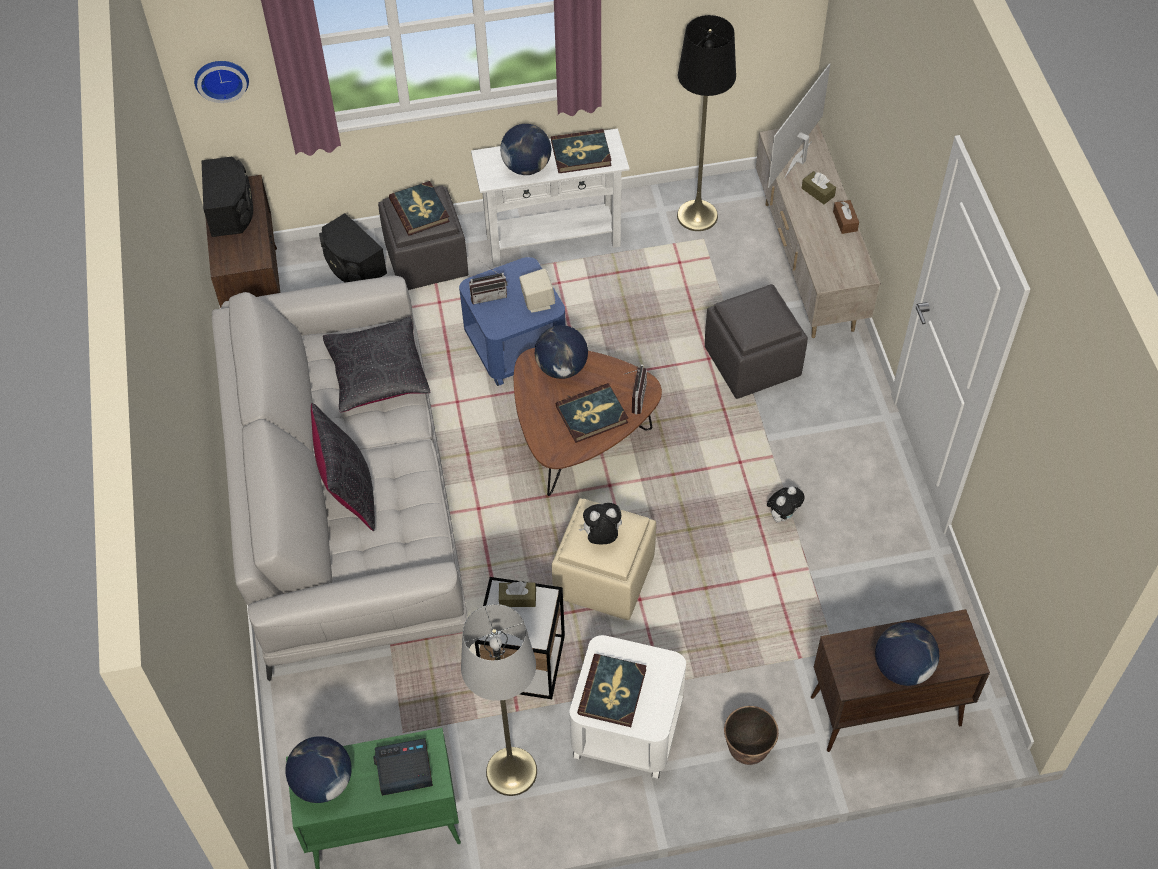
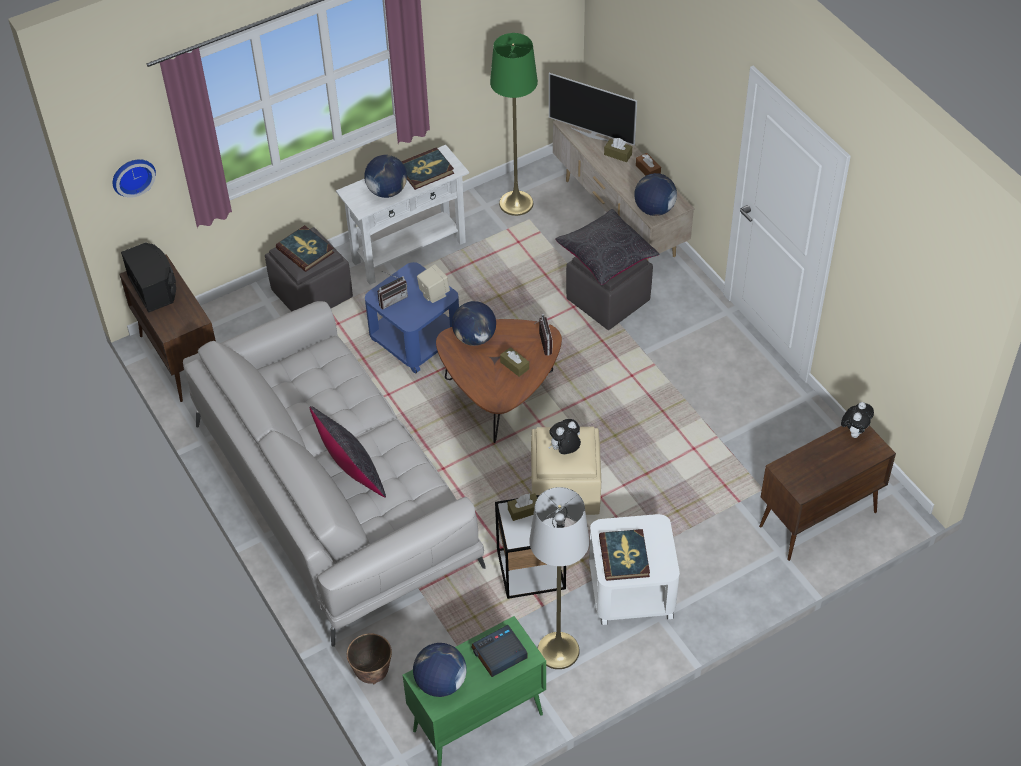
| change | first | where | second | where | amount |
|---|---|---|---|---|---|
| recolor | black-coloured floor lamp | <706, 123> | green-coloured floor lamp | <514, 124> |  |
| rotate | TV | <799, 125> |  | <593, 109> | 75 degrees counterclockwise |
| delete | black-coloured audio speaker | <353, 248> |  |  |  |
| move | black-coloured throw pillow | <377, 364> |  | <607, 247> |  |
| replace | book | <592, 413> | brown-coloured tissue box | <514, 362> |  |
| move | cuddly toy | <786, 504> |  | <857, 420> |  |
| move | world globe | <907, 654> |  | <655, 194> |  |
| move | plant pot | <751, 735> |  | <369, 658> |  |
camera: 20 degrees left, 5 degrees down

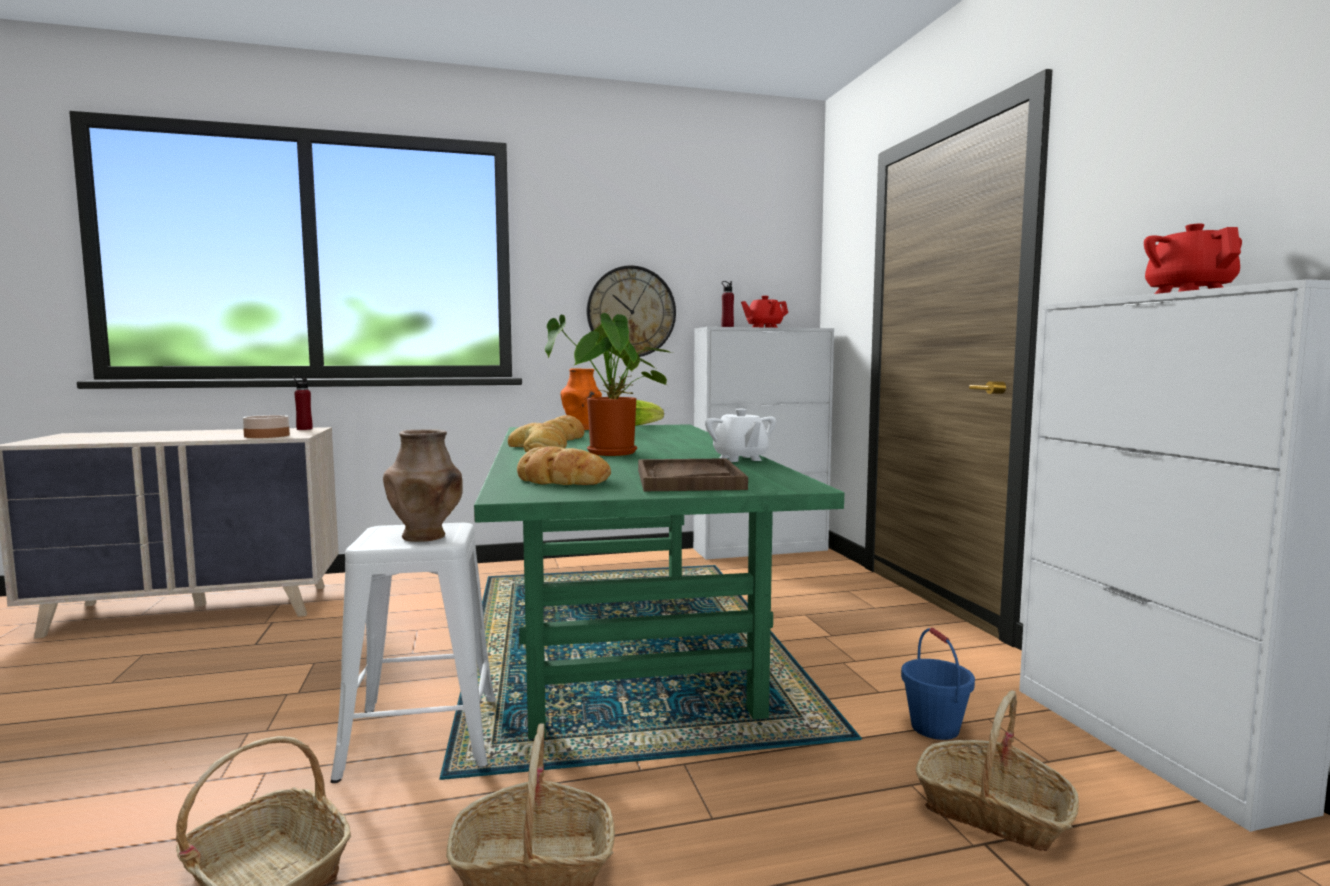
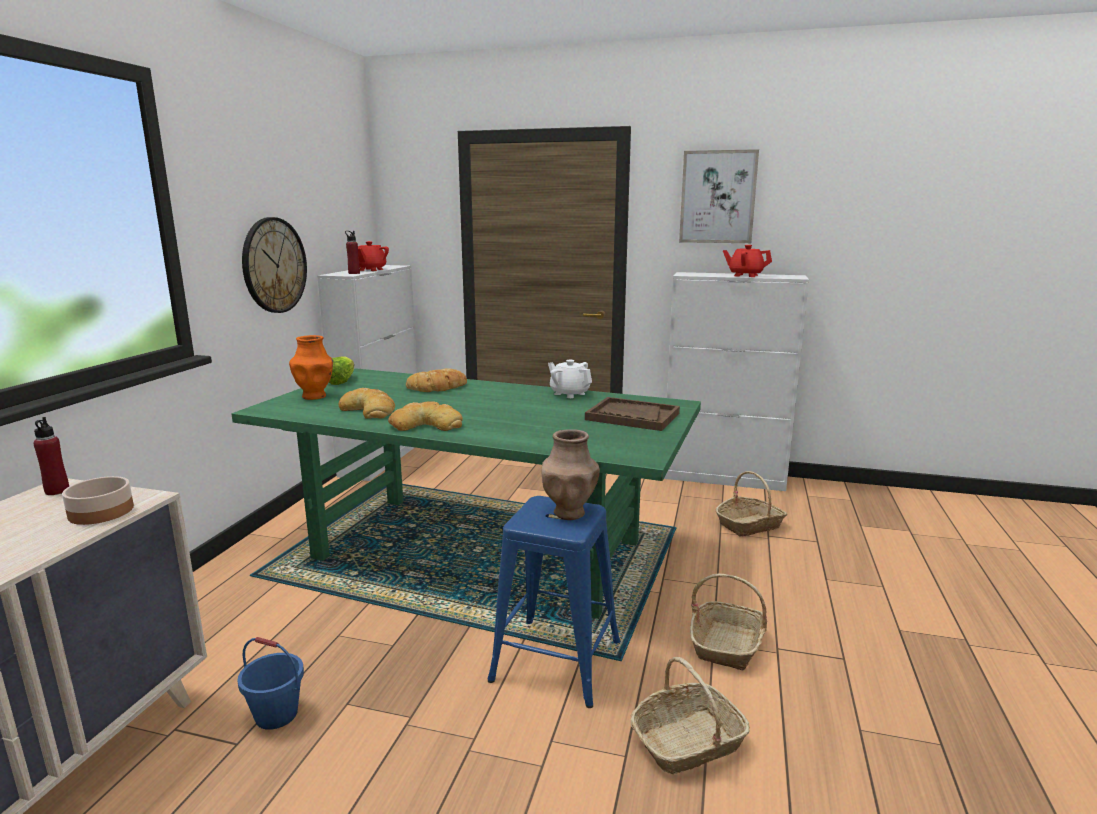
| change | first | where | second | where | amount |
|---|---|---|---|---|---|
| delete | plant in a pot | <608, 384> |  |  |  |
| rotate | white teapot | <740, 435> |  | <570, 379> | 150 degrees counterclockwise |
| move | baked bread | <564, 465> |  | <436, 380> |  |
| recolor | white sitting stool | <413, 653> | blue sitting stool | <554, 602> |  |
| move | blue water bucket | <938, 684> |  | <270, 683> |  |
| insert |  |  | wall art | <719, 196> |  |
camera: 60 degrees left, 10 degrees up

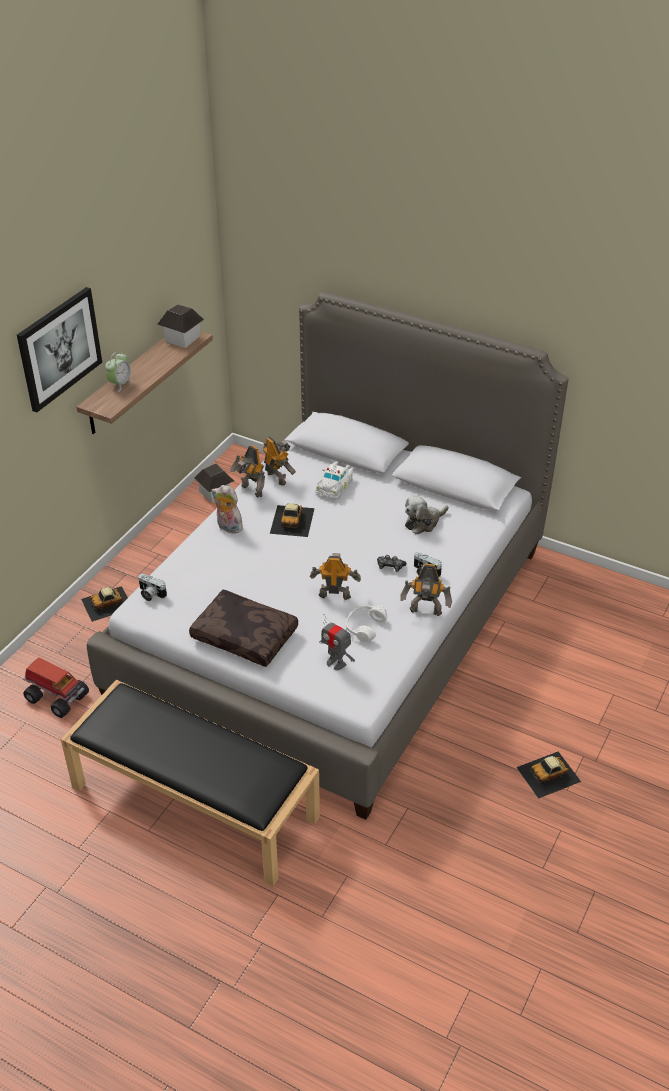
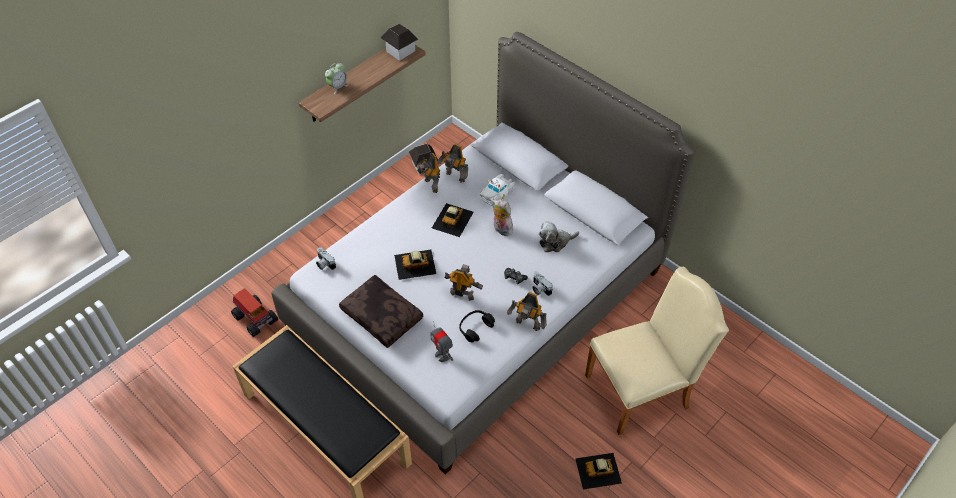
| change | first | where | second | where | amount |
|---|---|---|---|---|---|
| delete | wall art | <59, 350> |  |  |  |
| rotate | robot figure | <279, 461> |  | <452, 163> | 150 degrees clockwise |
| move | cuddly toy | <227, 509> |  | <502, 218> |  |
| move | miniature car | <104, 604> |  | <415, 265> |  |
| recolor | white headset | <366, 623> | black-coloured headset | <477, 326> |  |
| insert |  |  | sand-coloured chair | <657, 351> |  |
camera: 15 degrees right, 10 degrees up

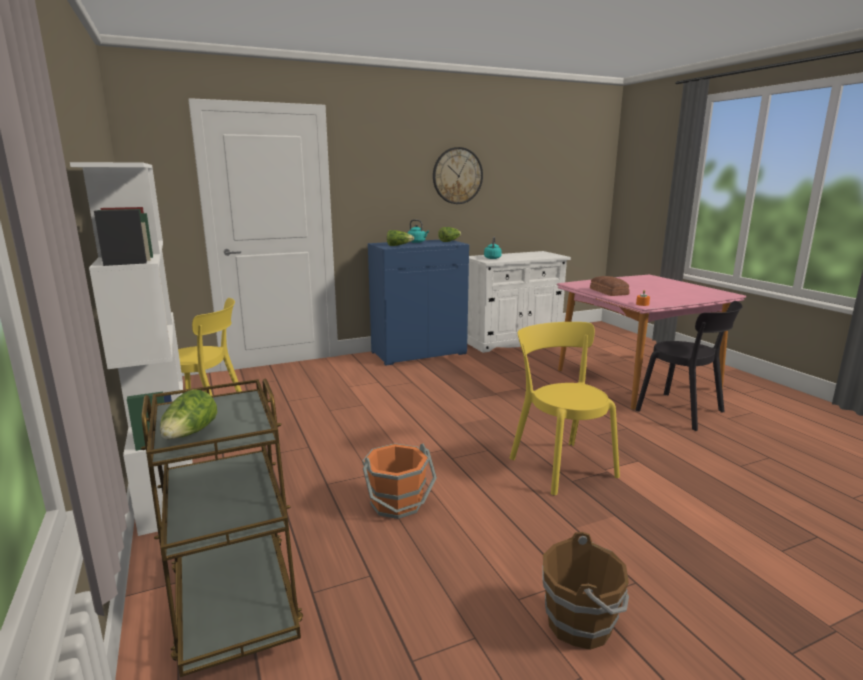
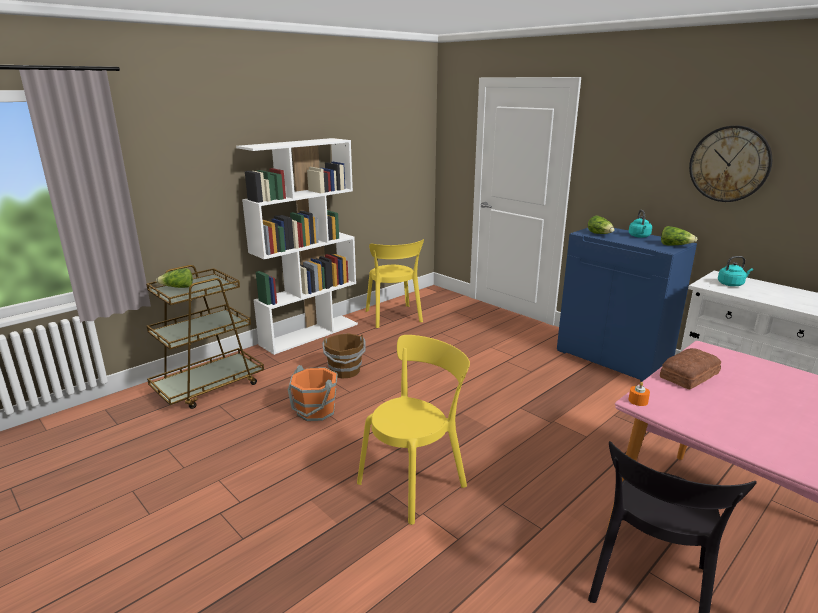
| change | first | where | second | where | amount |
|---|---|---|---|---|---|
| move | brown-coloured water bucket | <585, 591> |  | <344, 356> |  |
camera: 70 degrees right, 5 degrees up

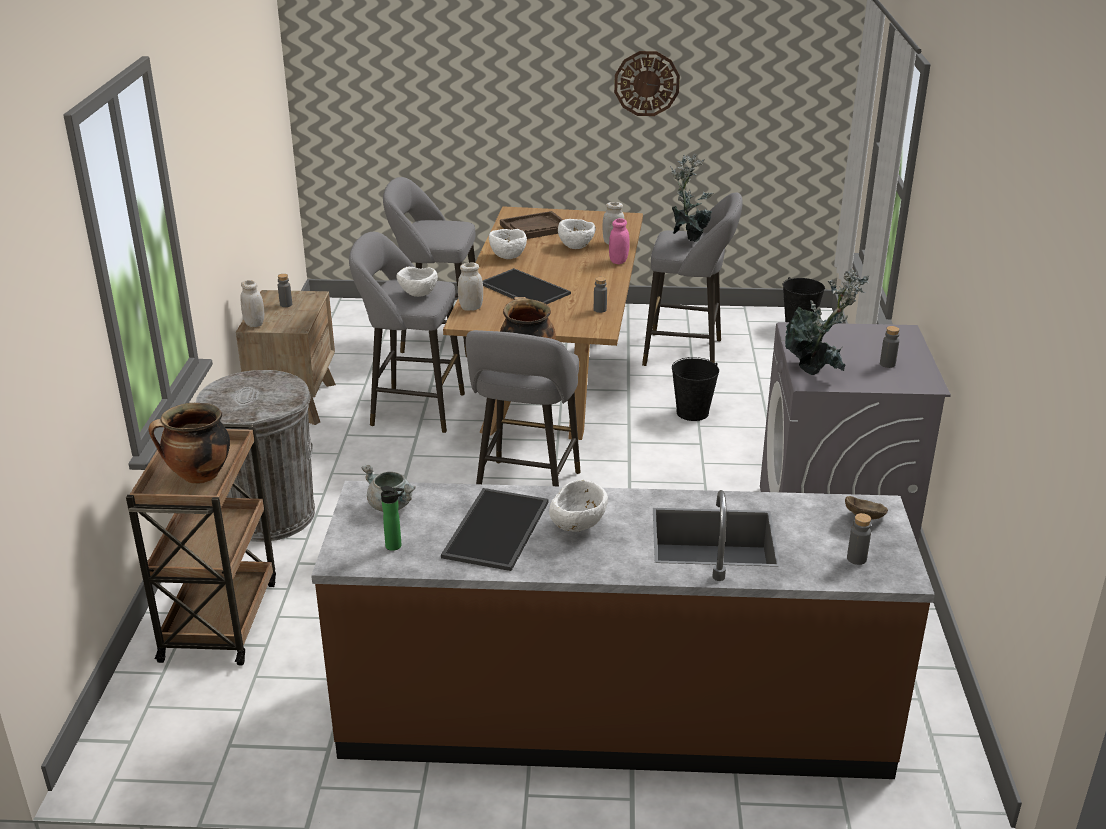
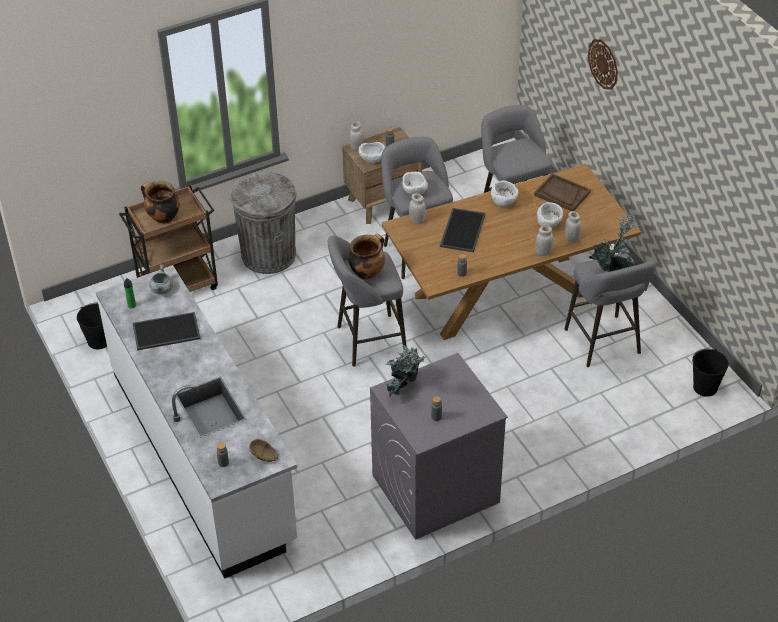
| change | first | where | second | where | amount |
|---|---|---|---|---|---|
| move | wall clock | <647, 83> |  | <603, 64> |  |
| recolor | pink-coloured storage jar | <619, 241> | white storage jar | <544, 241> |  |
| move | black-coloured water bucket | <695, 389> |  | <92, 326> |  |
| move | white serving bowl | <578, 506> |  | <372, 152> |  |
| recolor | brown-coloured kitchen base unit | <623, 630> | white kitchen base unit | <196, 422> |  |
camera: 60 degrees right, 15 degrees up

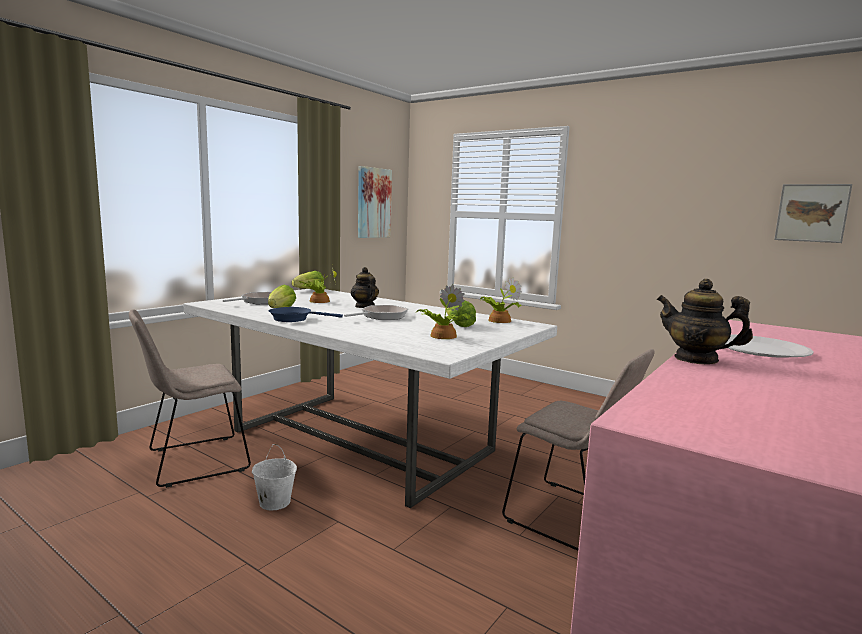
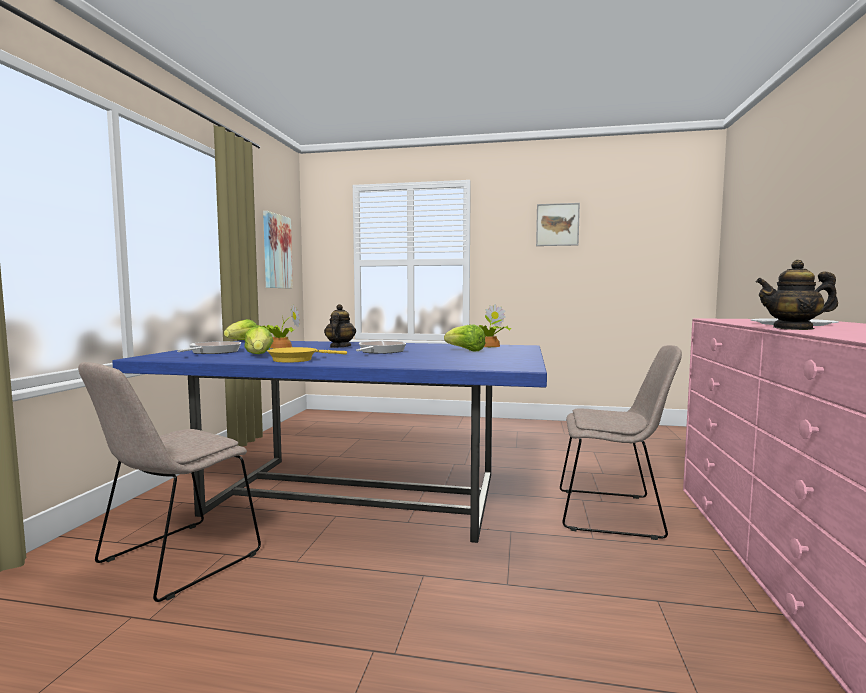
| change | first | where | second | where | amount |
|---|---|---|---|---|---|
| move | wall art | <813, 213> |  | <558, 224> |  |
| rotate | teapot | <365, 287> |  | <340, 326> | 60 degrees clockwise |
| delete | plant in a pot | <443, 311> |  |  |  |
| recolor | white kitchen table | <370, 398> | blue kitchen table | <329, 441> |  |
| recolor | blue frying pan | <306, 314> | yellow frying pan | <307, 355> |  |
| delete | white water bucket | <274, 477> |  |  |  |
camera: 25 degrees left, 5 degrees down

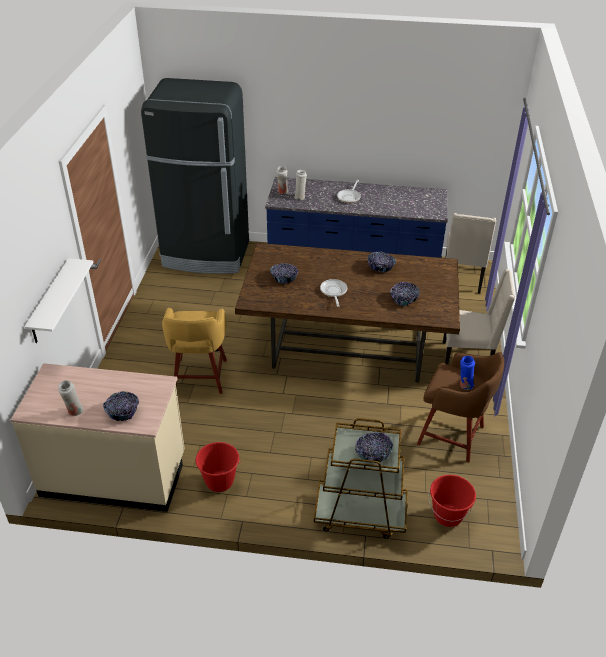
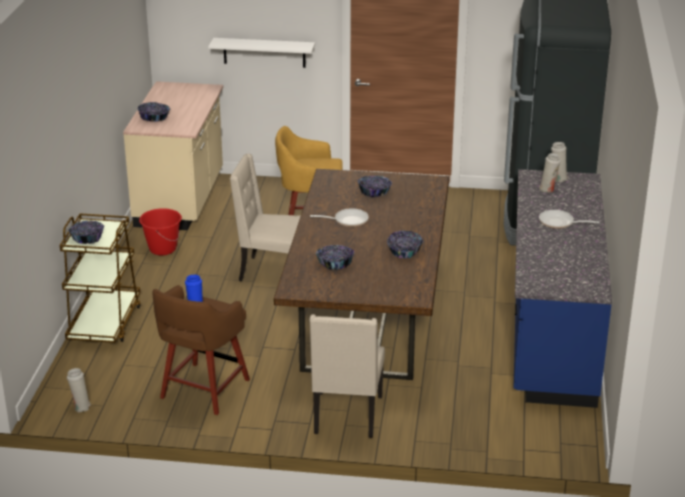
| change | first | where | second | where | amount |
|---|---|---|---|---|---|
| move | sand-coloured chair | <470, 253> |  | <265, 217> |  |
| move | white flower vase | <70, 398> |  | <79, 390> |  |
| delete | red water bucket | <452, 501> |  |  |  |
camera: 90 degrees right, 10 degrees down

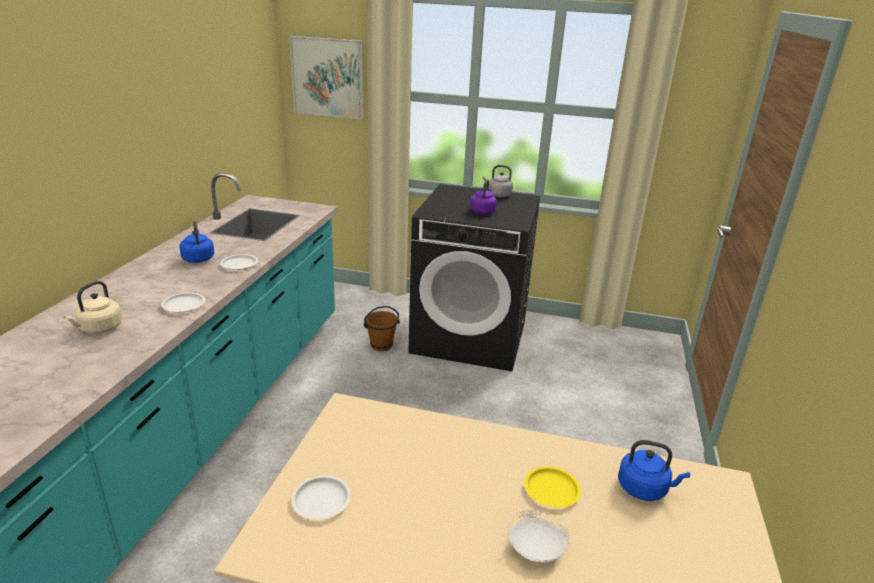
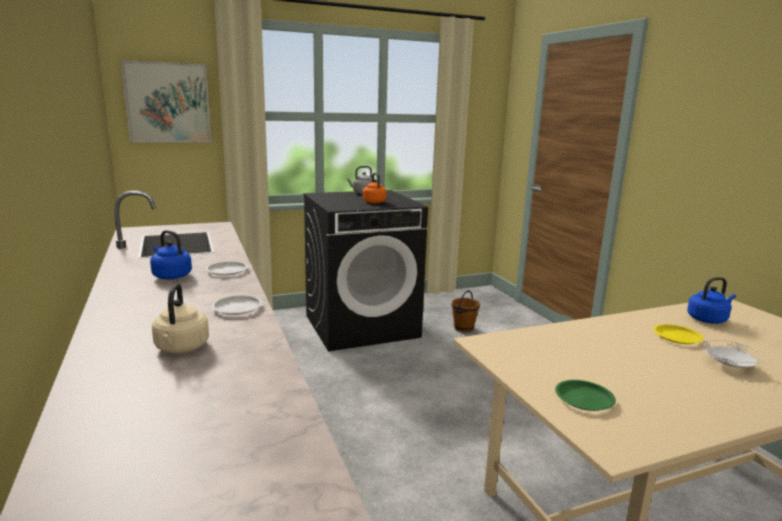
| change | first | where | second | where | amount |
|---|---|---|---|---|---|
| recolor | purple water kettle | <483, 196> | orangey water kettle | <375, 188> |  |
| move | brown-coloured water bucket | <382, 328> |  | <466, 311> |  |
| recolor | white dinner plate | <321, 498> | green-coloured dinner plate | <585, 395> |  |
camera: 35 degrees left, 10 degrees down

